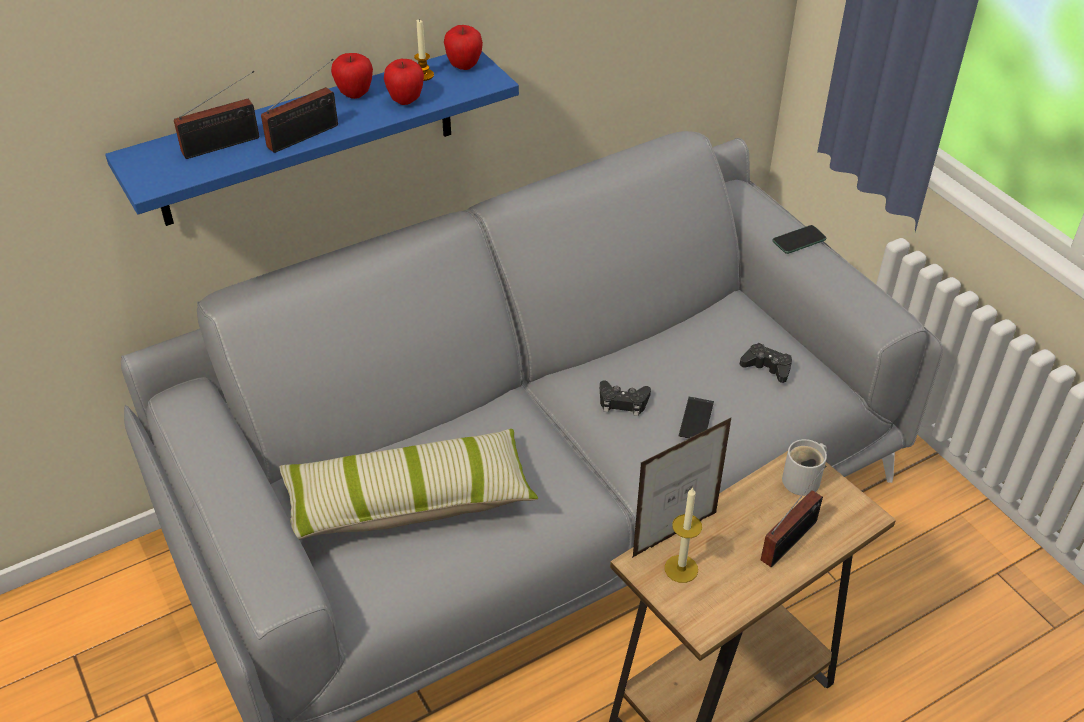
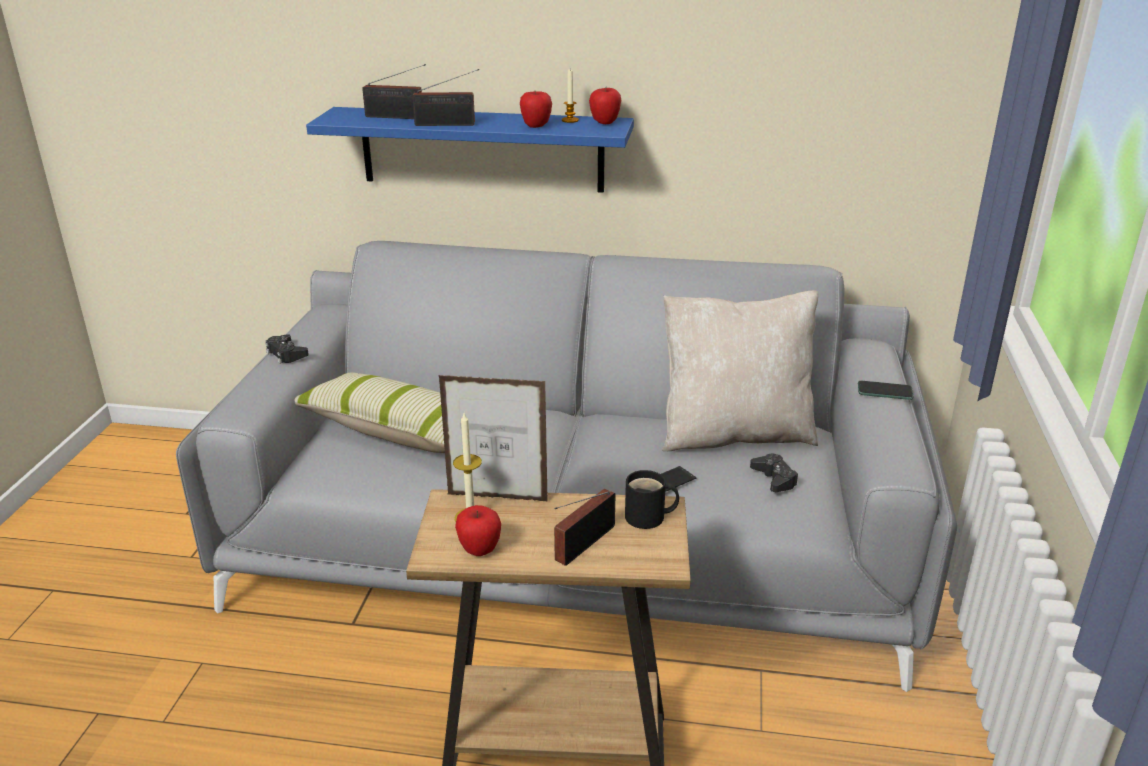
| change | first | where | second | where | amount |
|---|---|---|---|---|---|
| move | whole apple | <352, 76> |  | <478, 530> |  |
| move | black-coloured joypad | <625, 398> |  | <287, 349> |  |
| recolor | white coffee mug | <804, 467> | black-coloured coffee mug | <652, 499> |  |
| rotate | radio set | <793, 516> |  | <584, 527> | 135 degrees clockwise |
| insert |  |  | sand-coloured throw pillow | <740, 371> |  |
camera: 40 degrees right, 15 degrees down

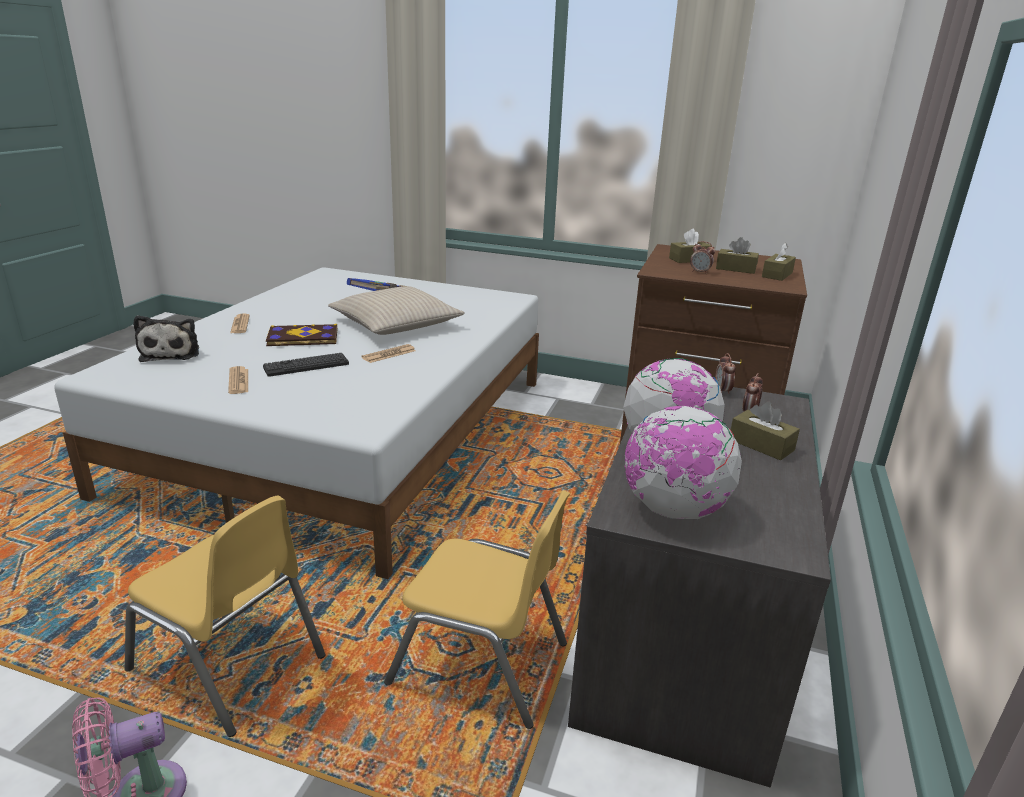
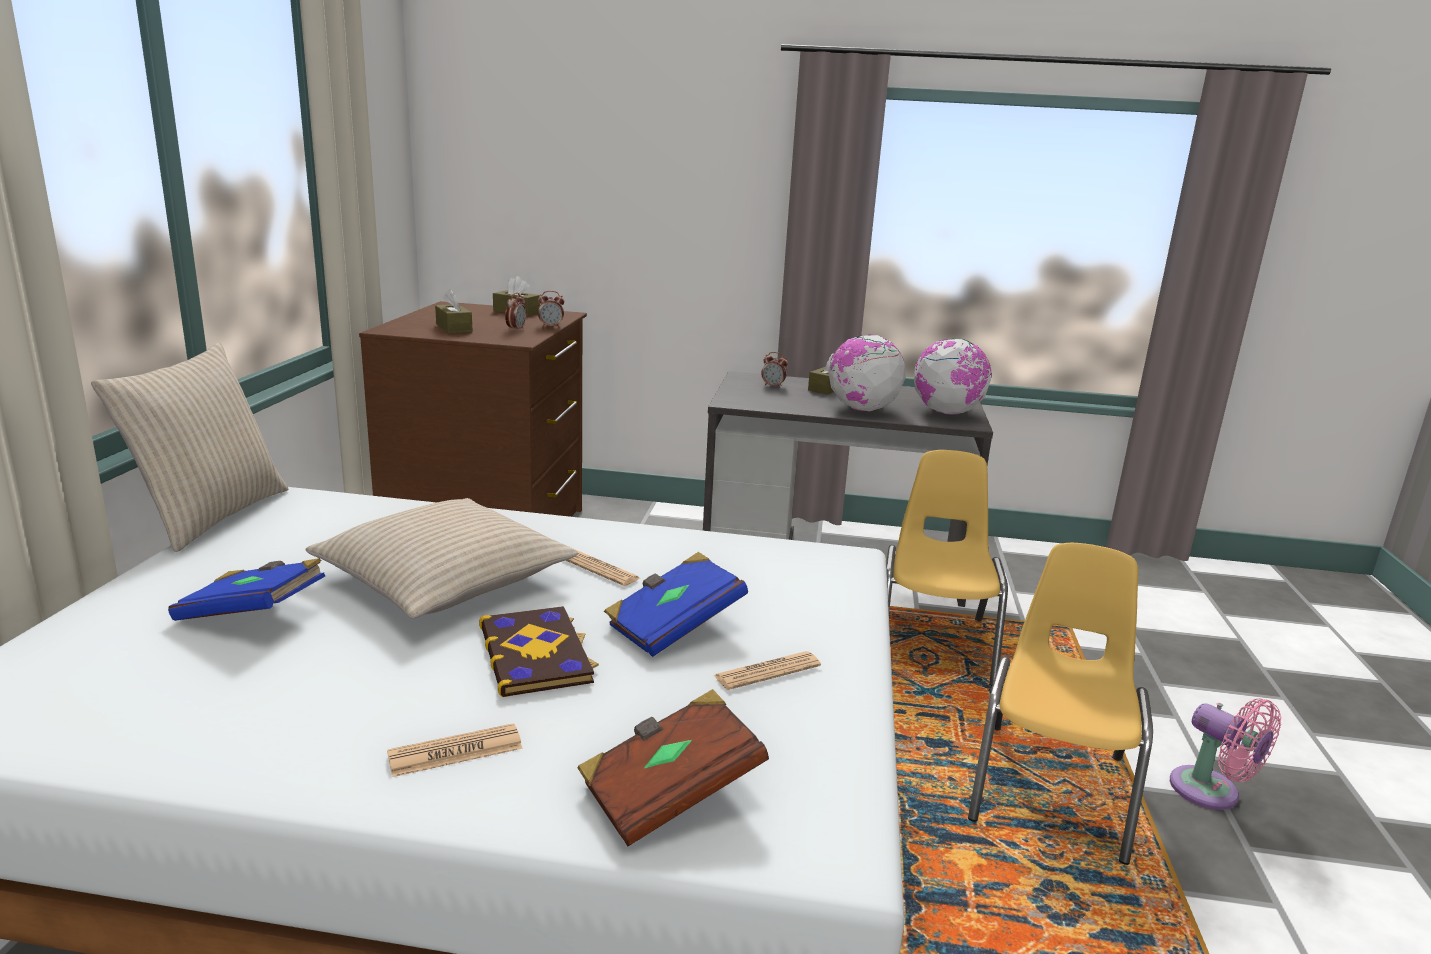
| change | first | where | second | where | amount |
|---|---|---|---|---|---|
| delete | brown-coloured tissue box | <737, 255> |  |  |  |
| replace | cuddly toy | <166, 338> | brown-coloured book | <673, 768> |  |
| replace | keyboard | <306, 365> | blue book | <676, 604> |  |
| move | bedside clock | <725, 373> |  | <551, 309> |  |
| insert |  |  | sand-coloured throw pillow | <189, 447> |  |
camera: 100 degrees left, 5 degrees down

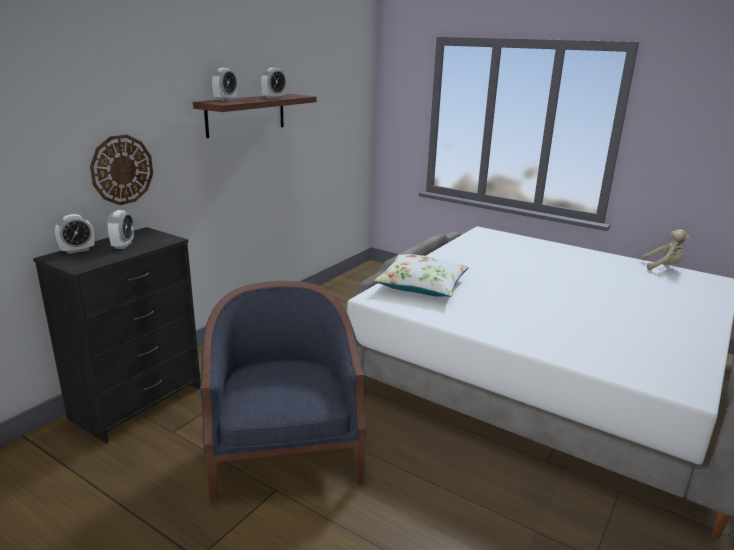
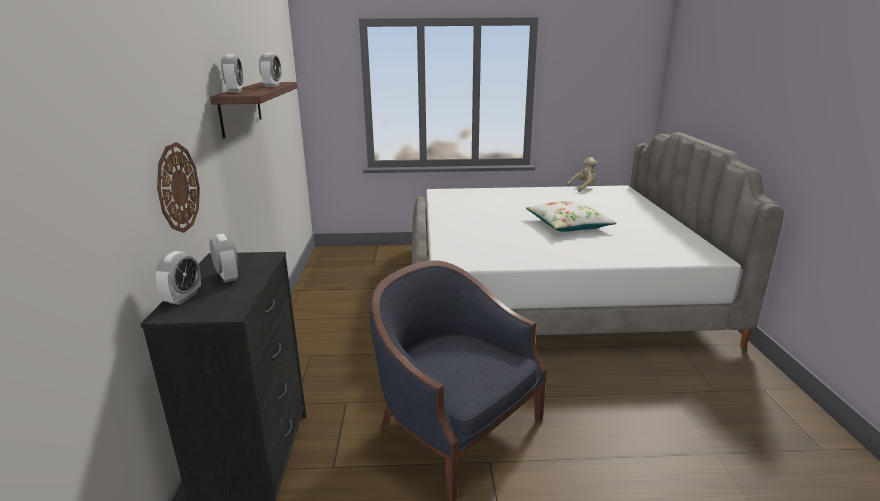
| change | first | where | second | where | amount |
|---|---|---|---|---|---|
| move | white throw pillow | <421, 275> |  | <571, 216> |  |
camera: 35 degrees left, 0 degrees up

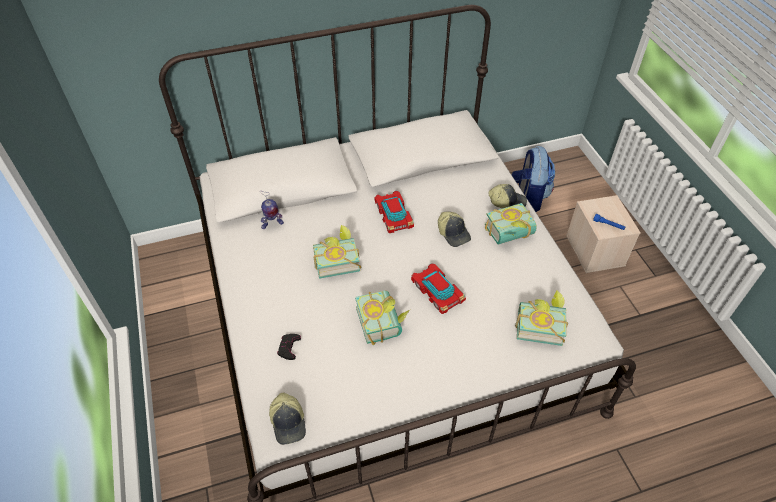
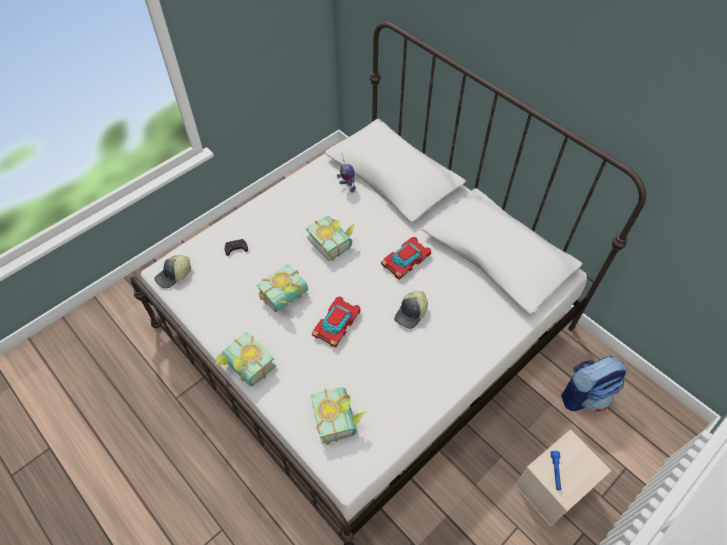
| change | first | where | second | where | amount |
|---|---|---|---|---|---|
| delete | cap | <508, 196> |  |  |  |
| move | book | <510, 223> |  | <245, 359> |  |
camera: 65 degrees right, 5 degrees up

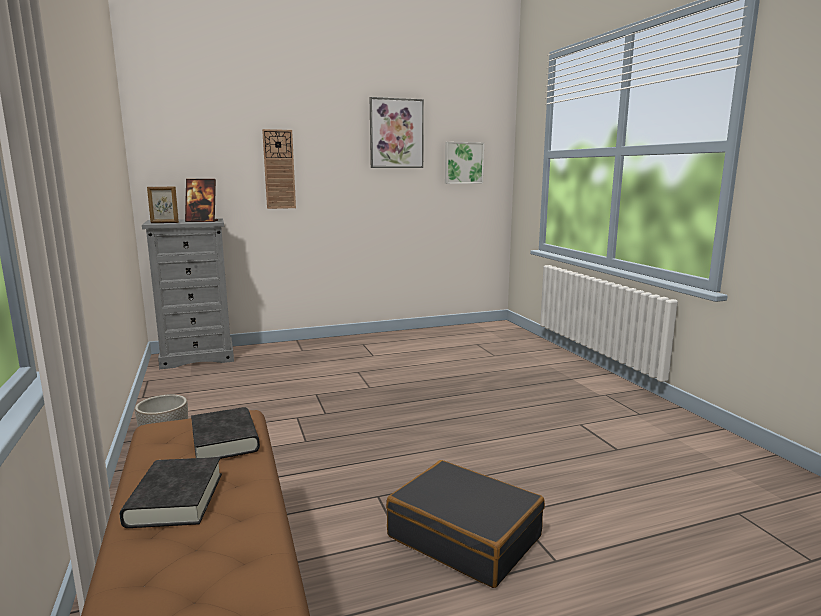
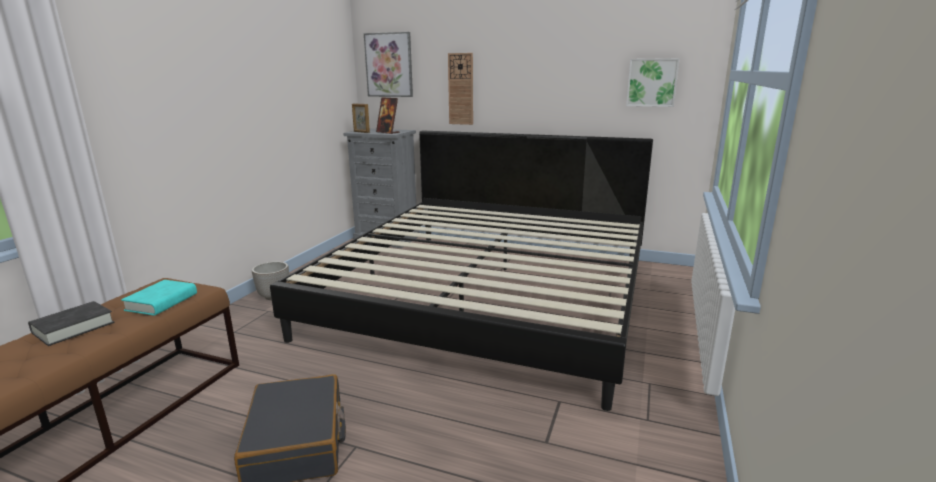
| change | first | where | second | where | amount |
|---|---|---|---|---|---|
| move | wall art | <397, 132> |  | <388, 64> |  |
| recolor | black-coloured book | <225, 433> | turquoise book | <159, 298> |  |
| insert |  |  | bedroom bed | <461, 270> |  |
camera: 40 degrees right, 5 degrees up

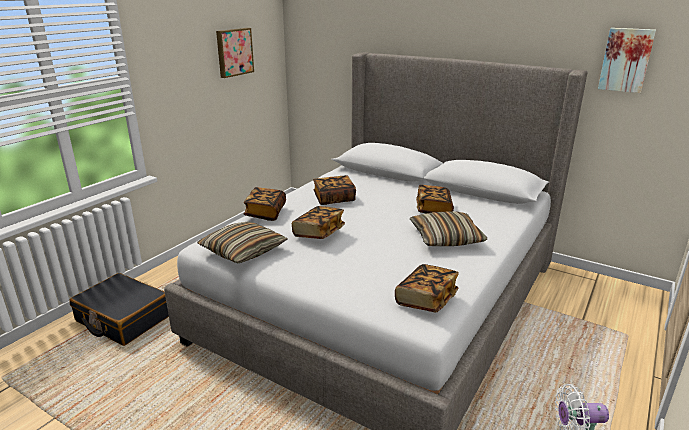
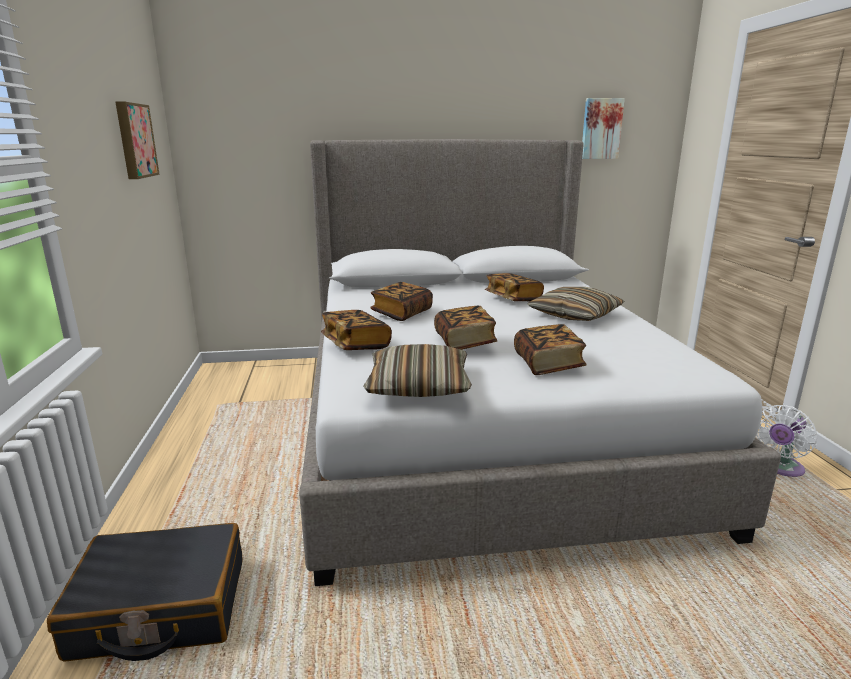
| change | first | where | second | where | amount |
|---|---|---|---|---|---|
| move | book | <427, 288> |  | <550, 349> |  |
camera: 40 degrees left, 5 degrees down

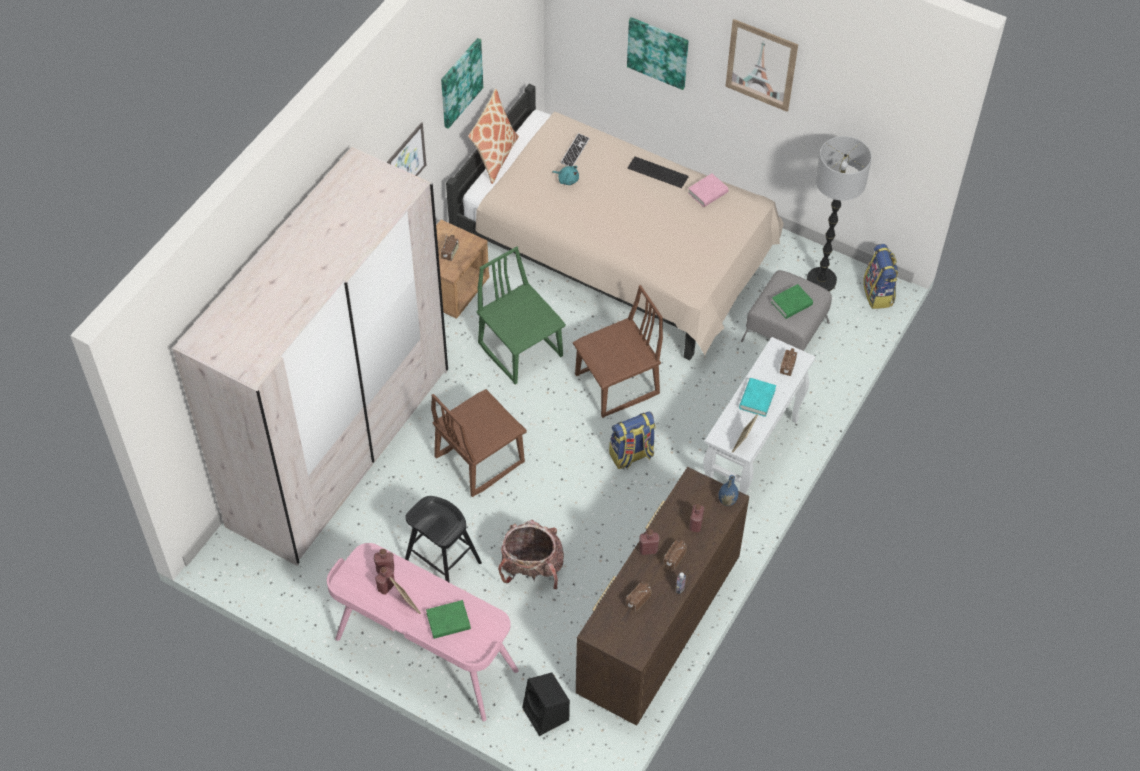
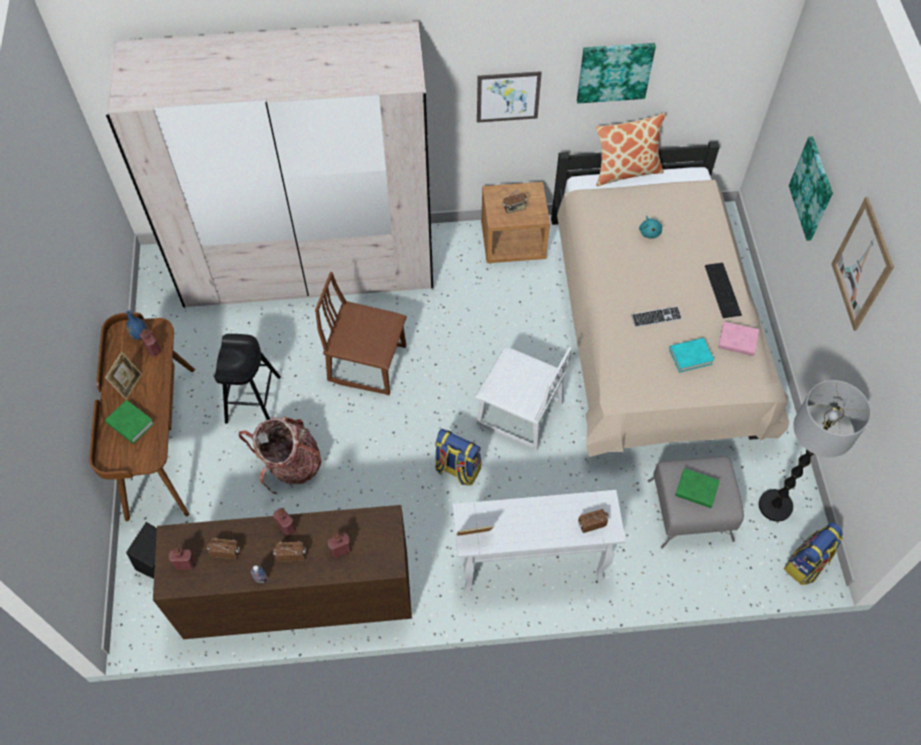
| change | first | where | second | where | amount |
|---|---|---|---|---|---|
| move | keyboard | <575, 150> |  | <656, 316> |  |
| delete | green-coloured chair | <521, 315> |  |  |  |
| recolor | brown-coloured chair | <618, 351> | white chair | <523, 399> |  |
| move | turquoise book | <757, 397> |  | <691, 355> |  |
| move | blue flower vase | <728, 490> |  | <136, 325> |  |
| recolor | pink-coloured desk unit | <423, 632> | brown-coloured desk unit | <142, 417> |  |
| move | red bottle | <384, 580> |  | <182, 558> |  |
camera: 55 degrees right, 5 degrees up

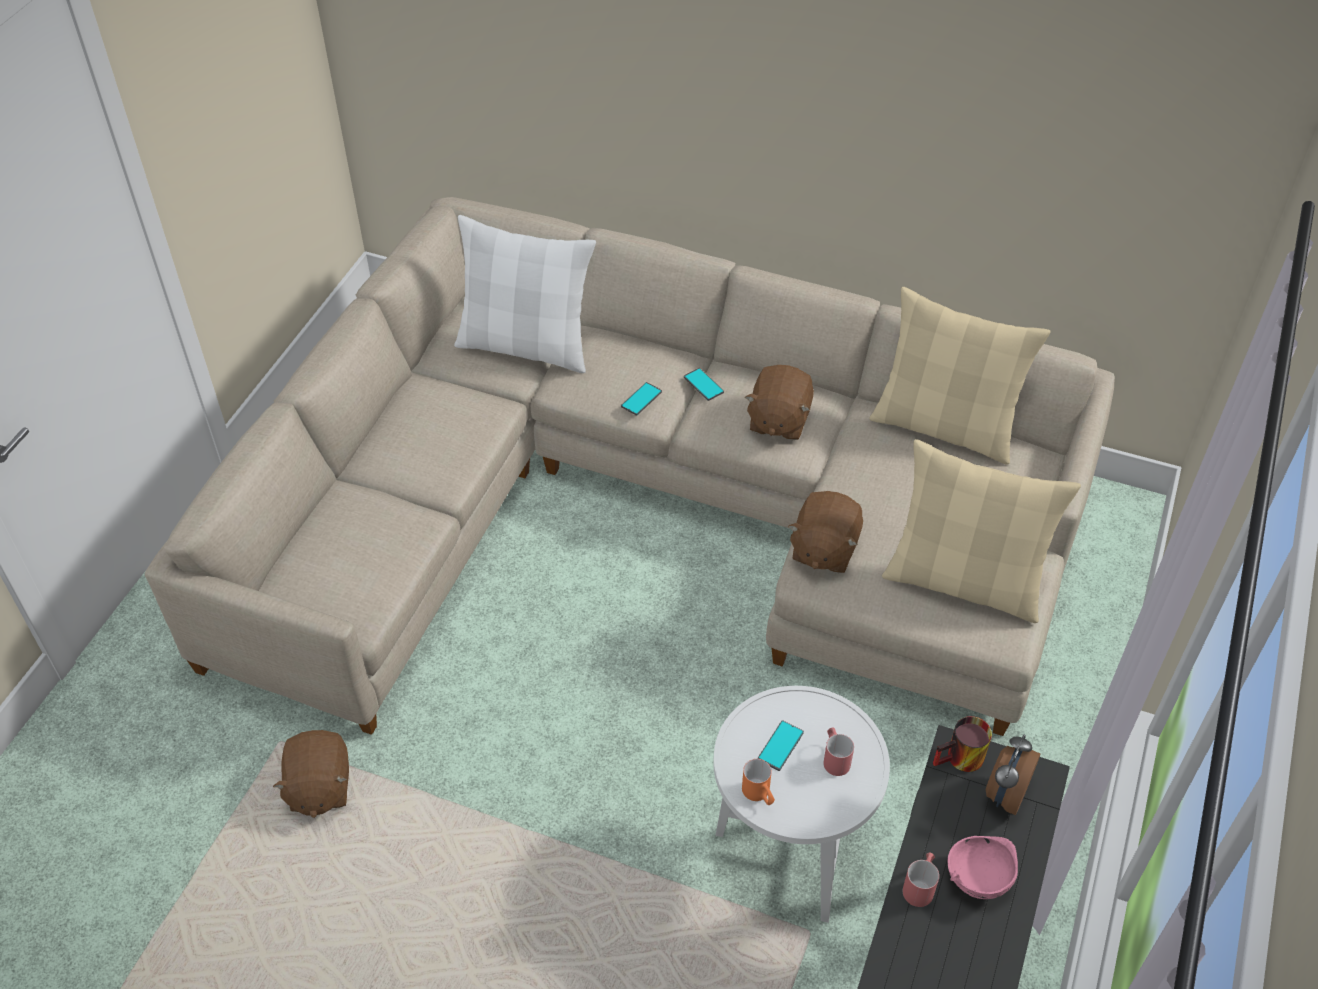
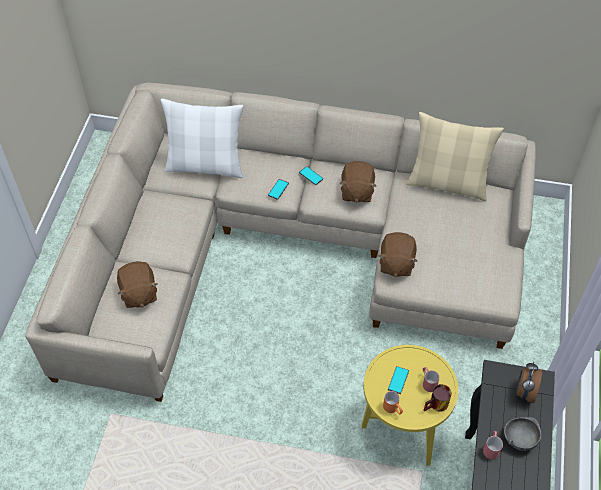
| change | first | where | second | where | amount |
|---|---|---|---|---|---|
| delete | sand-coloured throw pillow | <981, 531> |  |  |  |
| recolor | white side table | <801, 804> | yellow side table | <410, 405> |  |
| move | coffee mug | <962, 744> |  | <438, 398> |  |
| move | brown-coloured cuddly toy | <311, 774> |  | <137, 284> |  |
| recolor | pink-coloured serving bowl | <983, 867> | greyish serving bowl | <522, 434> |  |
camera: 10 degrees left, 5 degrees up

